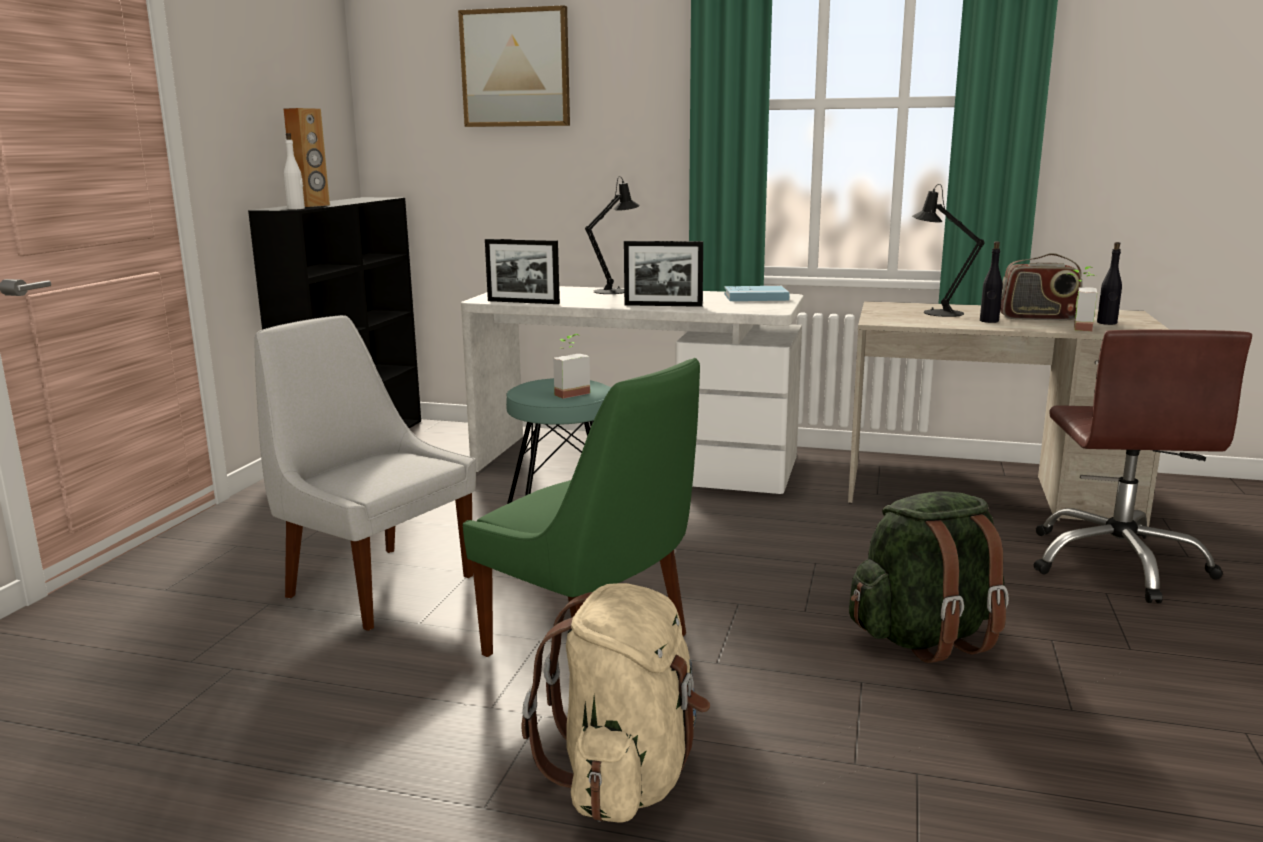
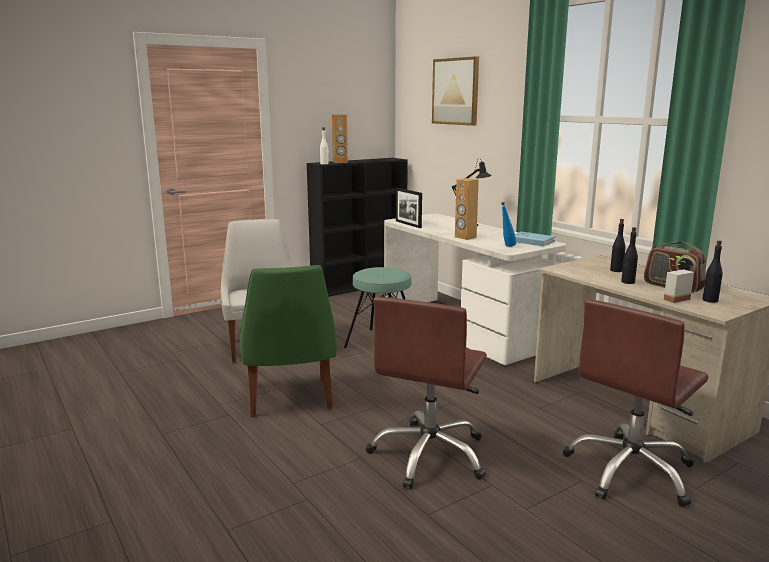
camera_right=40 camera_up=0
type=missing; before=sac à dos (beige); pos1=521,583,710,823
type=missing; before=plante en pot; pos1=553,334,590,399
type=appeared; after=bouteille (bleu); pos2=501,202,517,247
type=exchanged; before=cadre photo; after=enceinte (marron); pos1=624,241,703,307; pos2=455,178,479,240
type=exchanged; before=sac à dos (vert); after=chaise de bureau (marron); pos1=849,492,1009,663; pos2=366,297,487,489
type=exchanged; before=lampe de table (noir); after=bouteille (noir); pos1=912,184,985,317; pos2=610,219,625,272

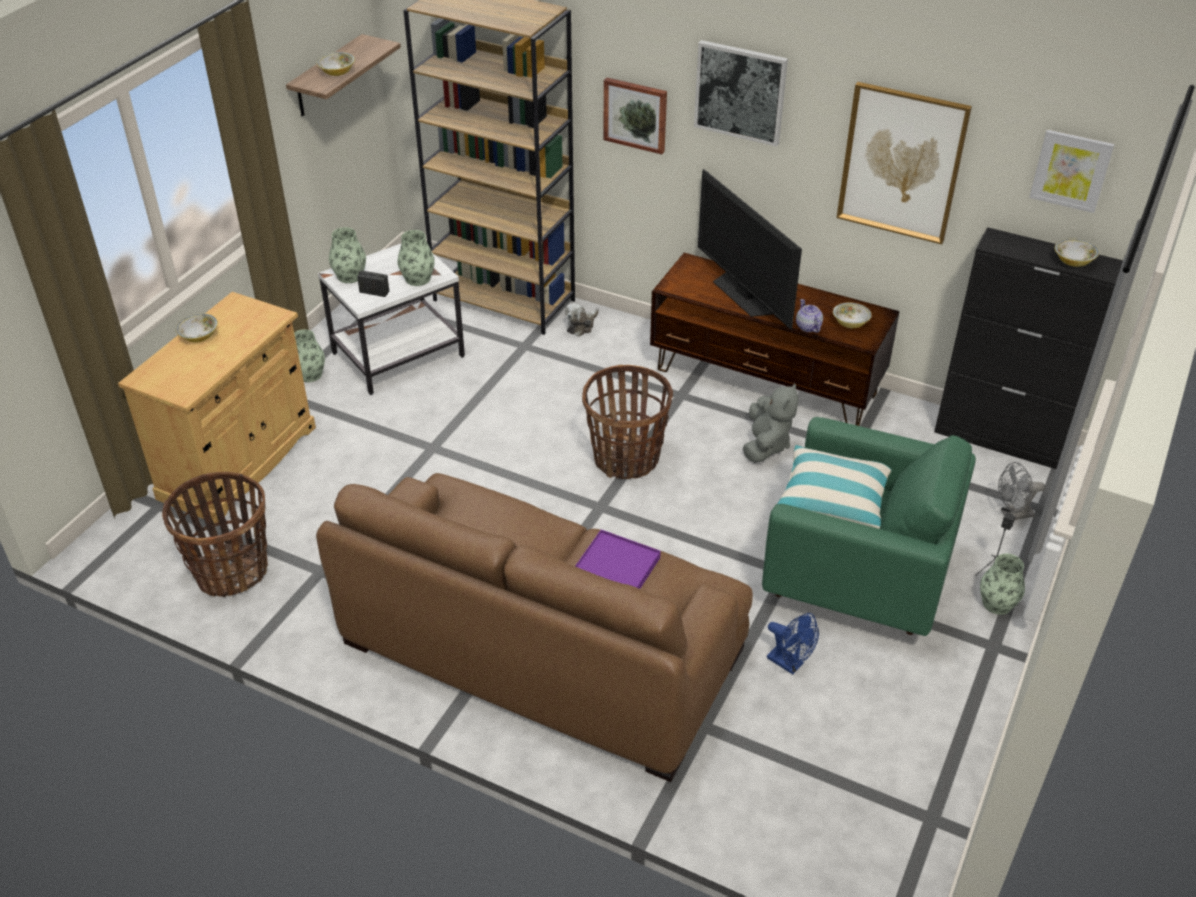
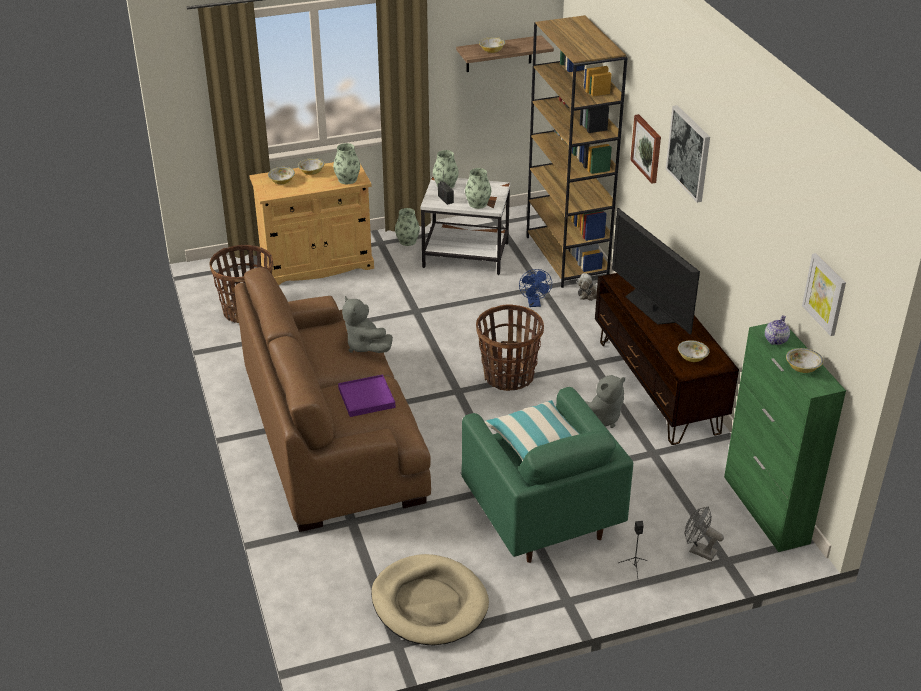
camera_right=45 camera_up=-5
type=missing; before=tableau; pos1=837,82,972,244
type=appeared; after=bol; pos2=268,167,295,184
type=appeared; after=peluche (gris); pos2=342,296,393,353
type=appeared; after=panier pour chien (beige); pos2=371,554,489,645
type=relocated; before=ventilateur (bleu); pos1=767,613,819,674; pos2=519,269,552,307
type=relocated; before=théière; pos1=796,299,823,333; pos2=765,315,790,345
type=relocated; before=vase; pos1=980,554,1025,615; pos2=333,143,360,184
type=colour; before=meuble de rangement (noir); after=meuble de rangement (vert); pos1=934,227,1123,469; pos2=724,323,846,552
type=spun; before=téléviseur; pos1=698,169,802,330; pos2=612,208,700,335; turn=-45

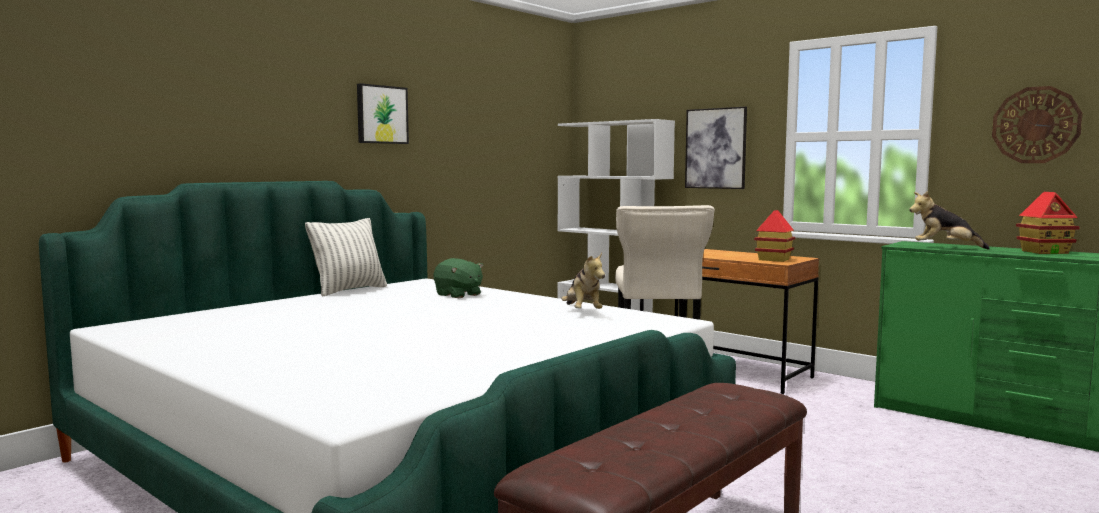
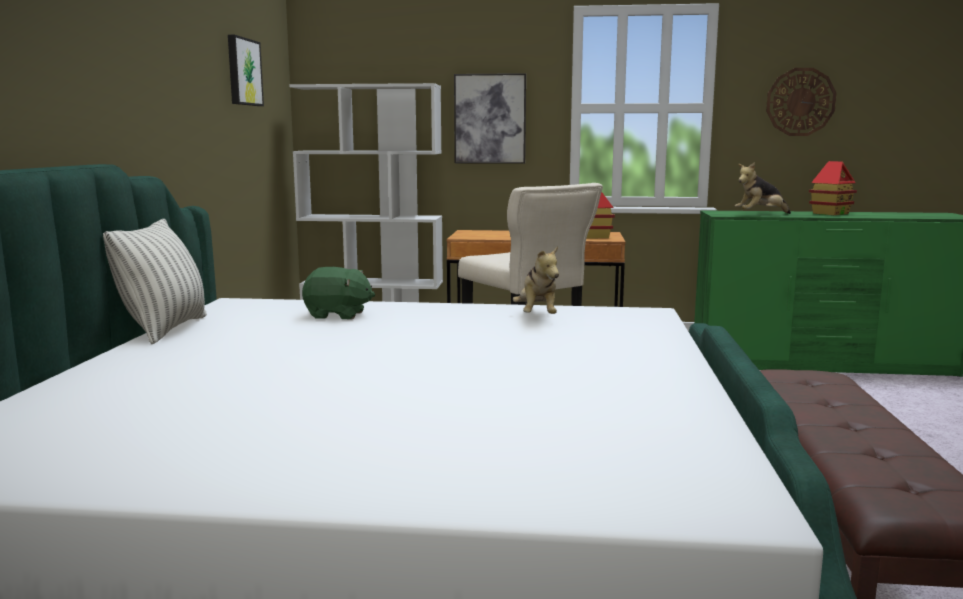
camera_right=-35 camera_up=5
type=relocated; before=tableau; pos1=357,83,409,144; pos2=228,35,264,106
type=spun; before=peluche; pos1=561,253,605,309; pos2=513,247,559,314; turn=45

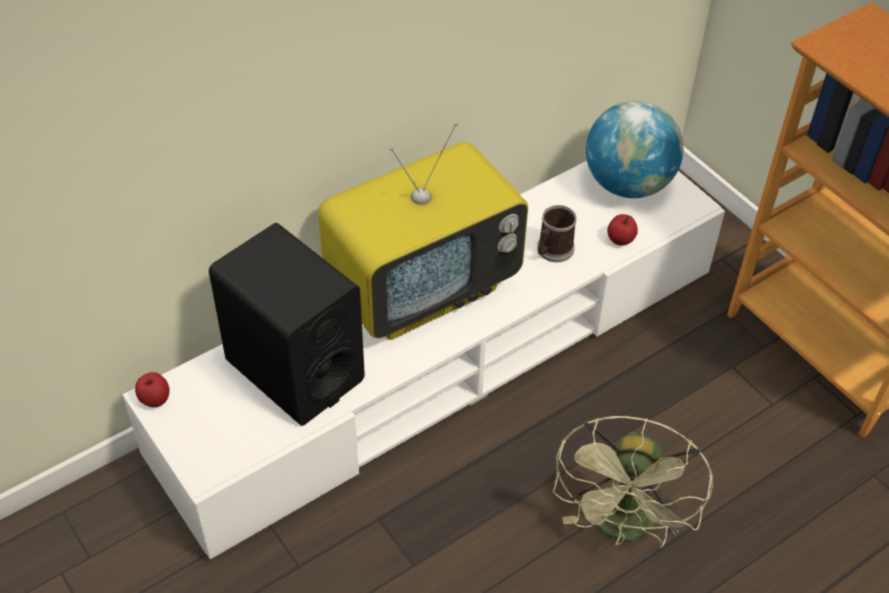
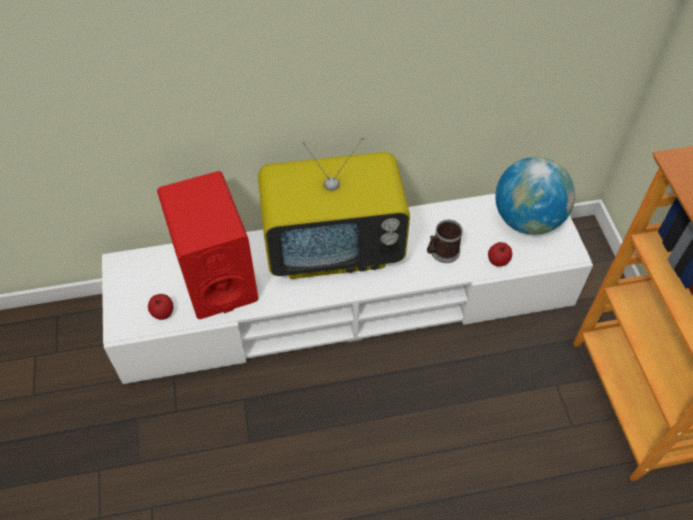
camera_right=25 camera_up=5
type=missing; before=ventilateur (vert); pos1=553,416,713,548
type=relocated; before=pomme; pos1=135,372,170,407; pos2=148,294,173,320
type=colour; before=enceinte (noir); after=enceinte (rouge); pos1=209,223,365,426; pos2=157,171,258,319

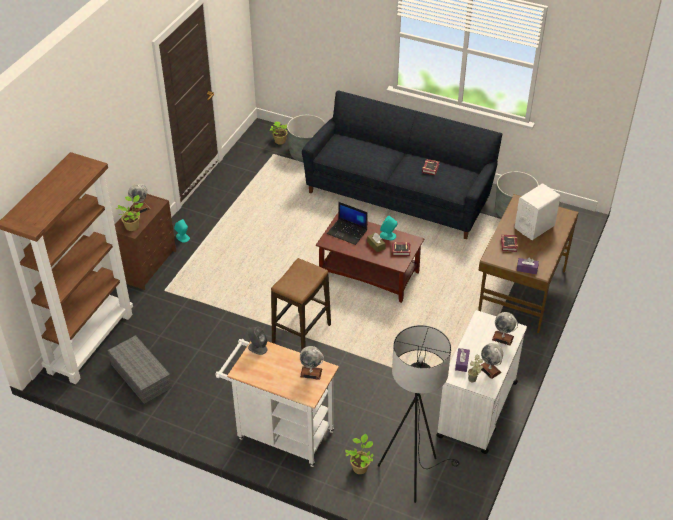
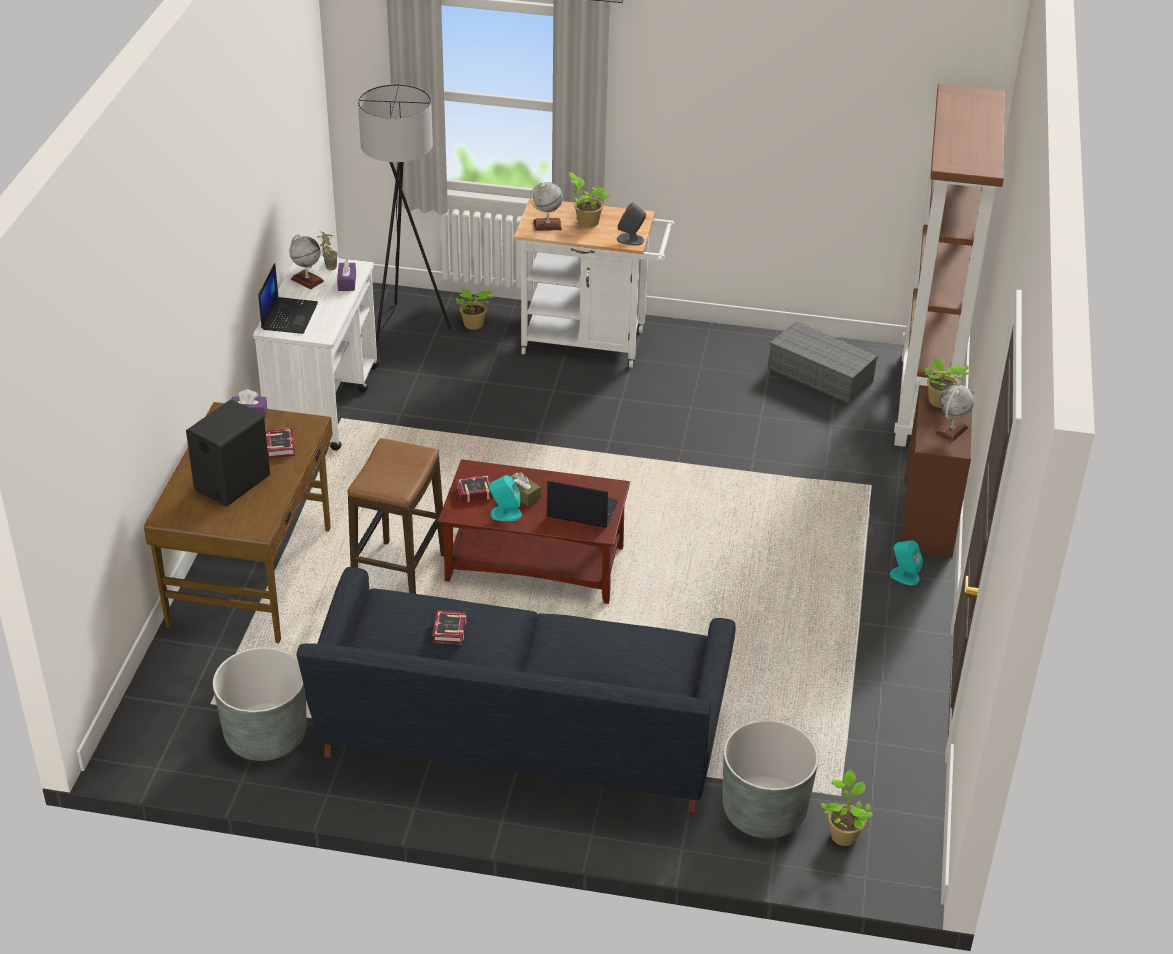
camera_right=165 camera_up=-5
type=appeared; after=plante en pot; pos2=569,172,610,228
type=relocated; before=tabouret; pos1=271,258,331,350; pos2=347,438,444,594
type=exchanged; before=globe; after=ordinateur portable; pos1=492,312,518,346; pos2=258,263,318,334
type=colour; before=enceinte (blanc); after=enceinte (noir); pos1=515,183,561,240; pos2=186,399,270,507

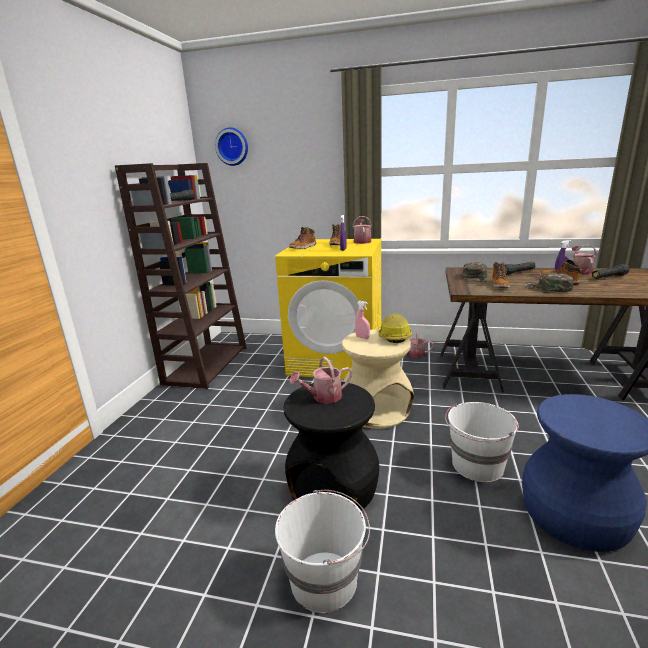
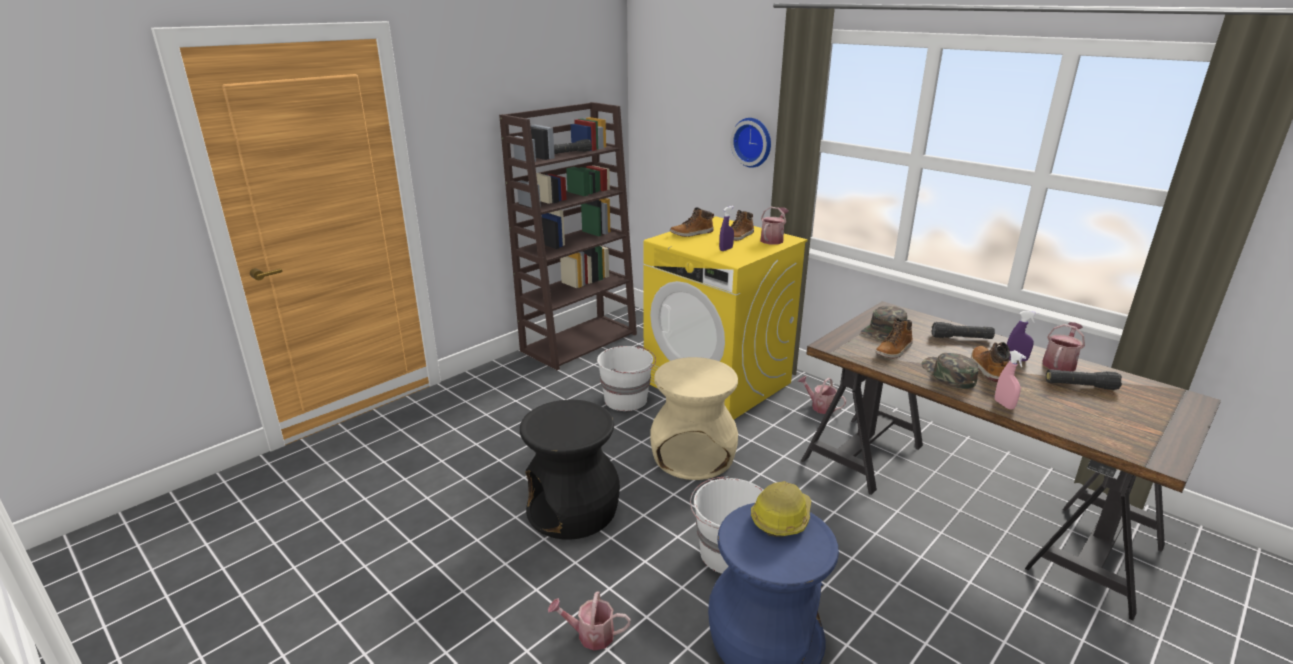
camera_right=30 camera_up=5
type=relocated; before=horloge murale; pos1=215,127,248,166; pos2=730,118,771,168
type=relocated; before=seau (blanc); pos1=275,490,370,613; pos2=597,345,656,411
type=relocated; before=arrosoir; pos1=290,357,352,404; pos2=548,591,631,651
type=relocated; before=vaporisateur (rose); pos1=355,301,370,339; pos2=995,350,1026,410
type=relocated; before=casque de chantier; pos1=378,313,412,343; pos2=751,481,811,537

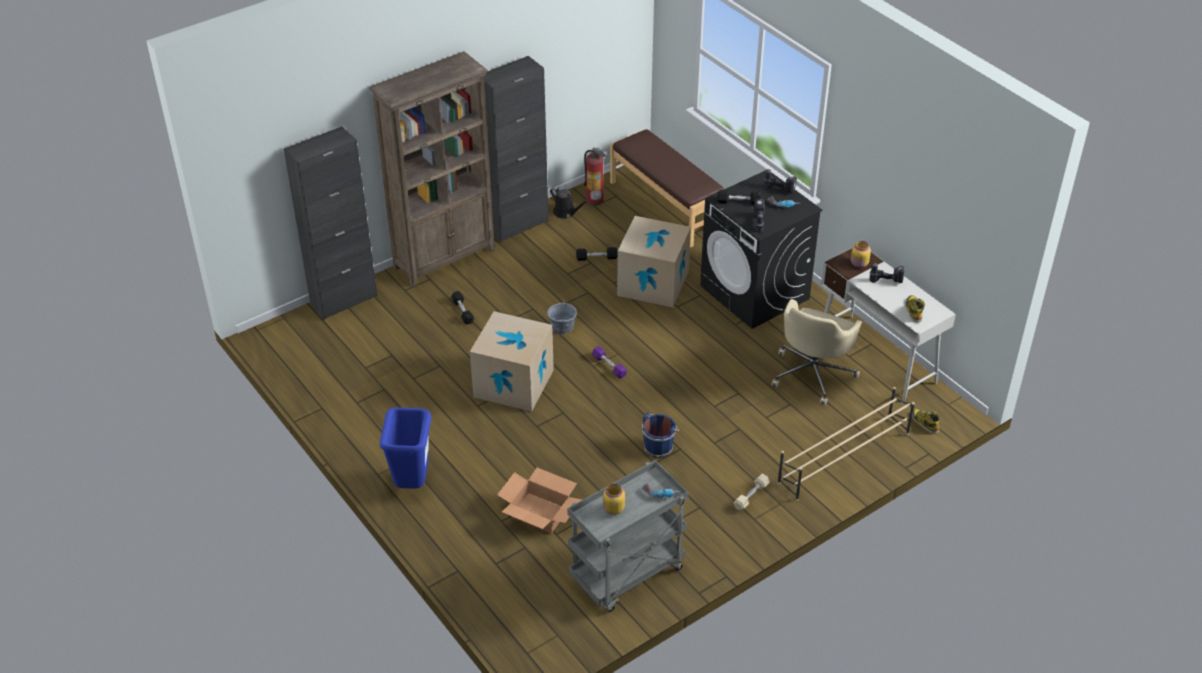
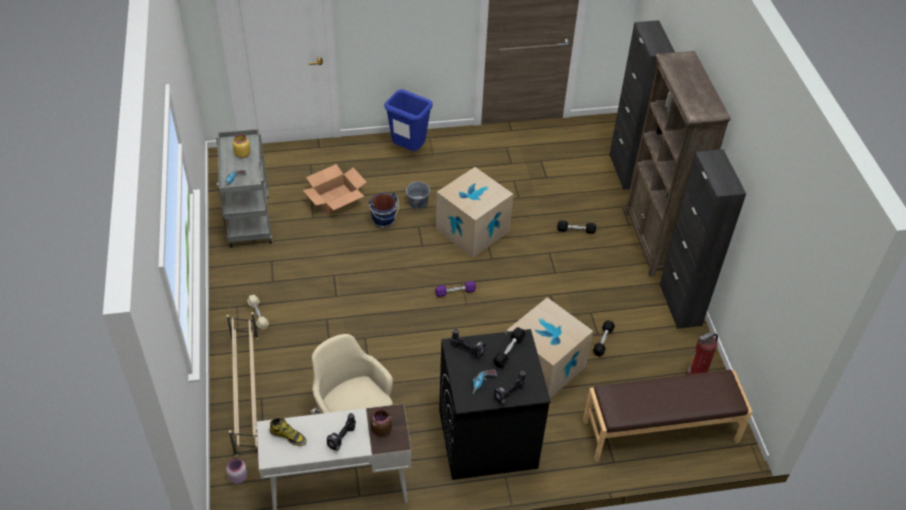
camera_right=115 camera_up=5
type=missing; before=arrosoir (noir); pos1=550,187,589,219
type=relocated; before=seau (gris); pos1=547,298,577,334; pos2=406,181,430,209
type=relocated; before=seau (bleu); pos1=642,412,679,458; pos2=369,193,399,228
type=exchanged; before=botte; after=bocal (rose); pos1=912,408,940,434; pos2=226,458,247,484
type=colour; before=bocal (jaune); after=bocal (marron); pos1=851,241,871,268; pos2=371,409,392,437

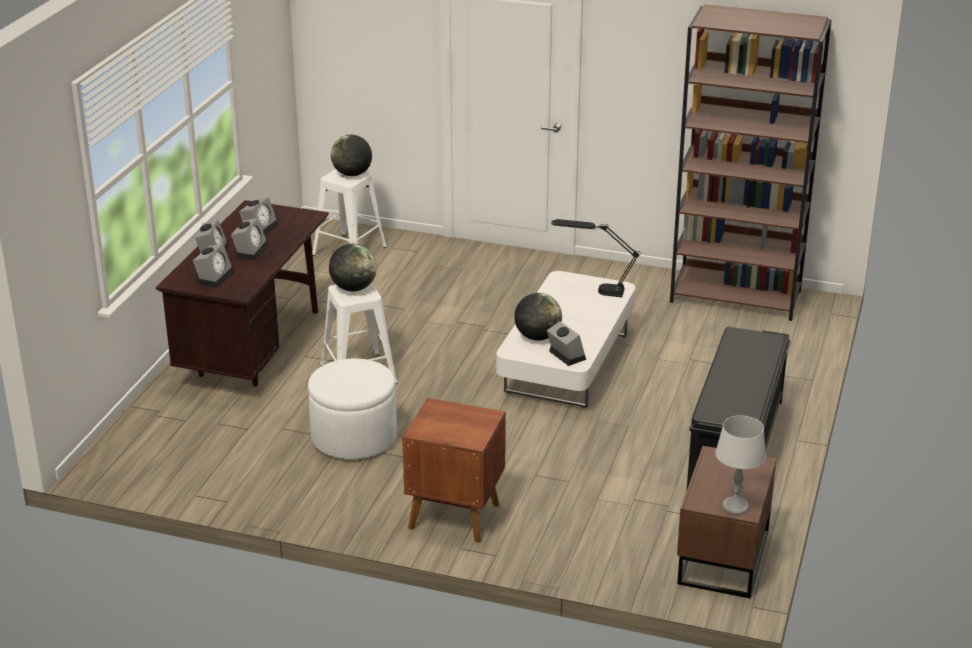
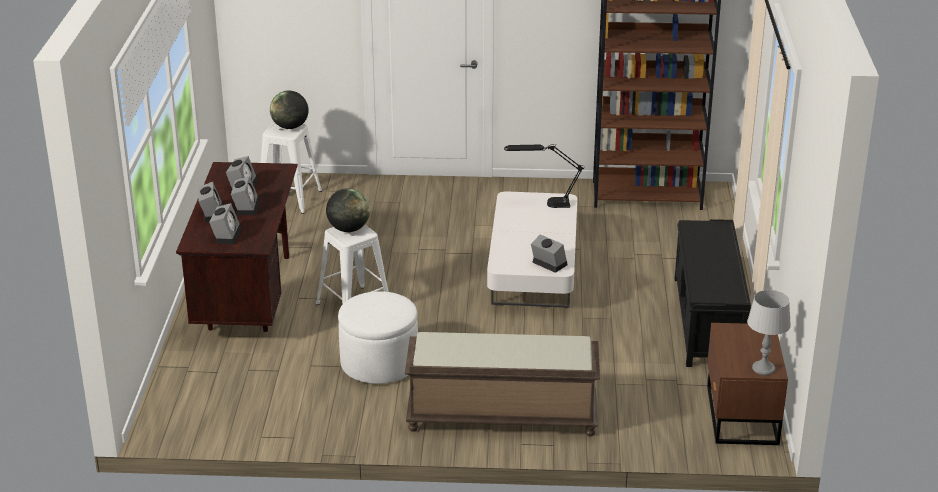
camera_right=-15 camera_up=0
type=missing; before=globe; pos1=514,293,562,341
type=exchanged; before=table de chevet (marron); after=banc (marron); pos1=402,398,506,543; pos2=405,332,600,436

